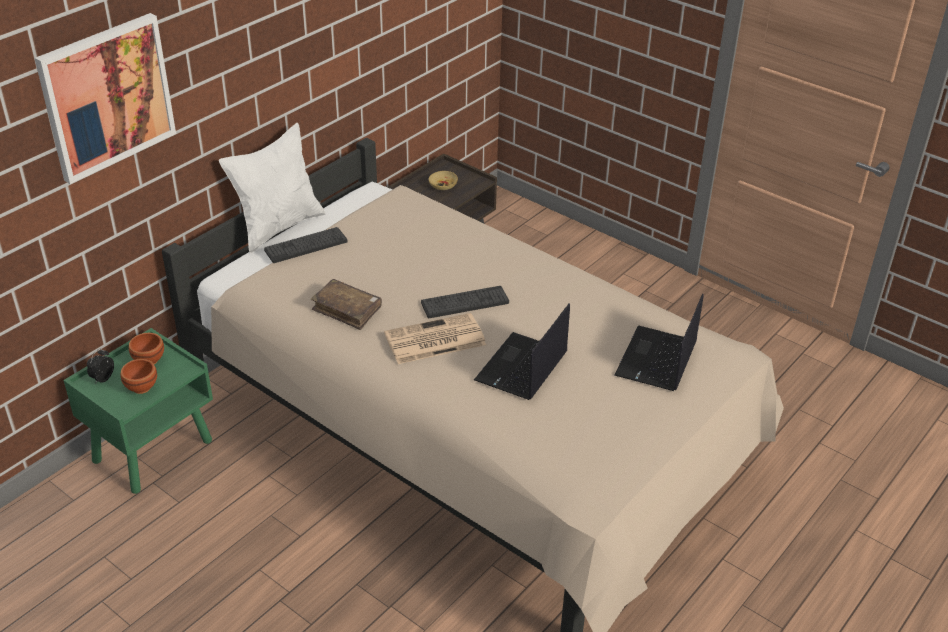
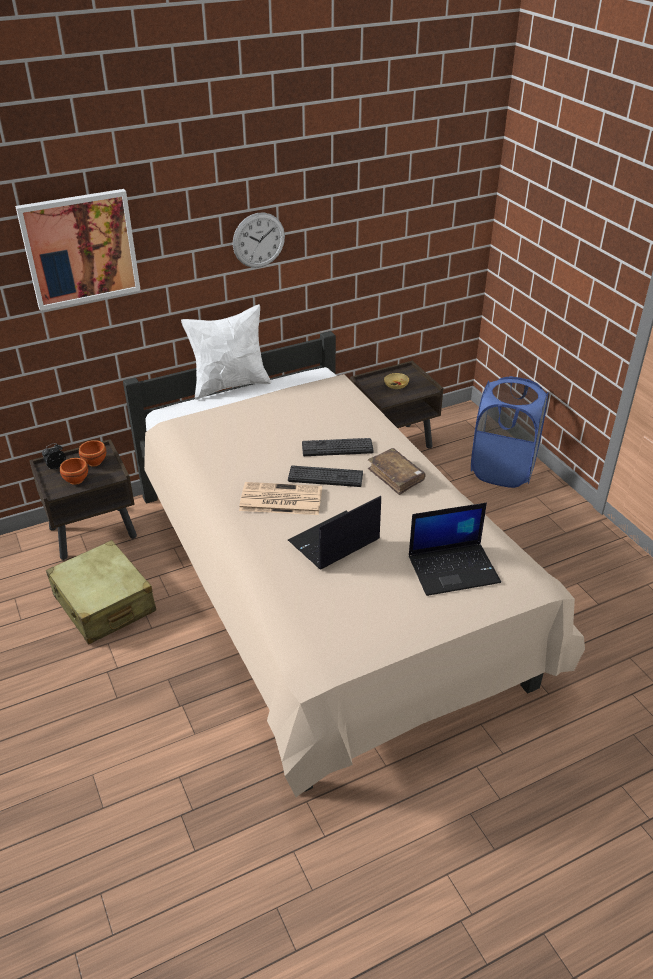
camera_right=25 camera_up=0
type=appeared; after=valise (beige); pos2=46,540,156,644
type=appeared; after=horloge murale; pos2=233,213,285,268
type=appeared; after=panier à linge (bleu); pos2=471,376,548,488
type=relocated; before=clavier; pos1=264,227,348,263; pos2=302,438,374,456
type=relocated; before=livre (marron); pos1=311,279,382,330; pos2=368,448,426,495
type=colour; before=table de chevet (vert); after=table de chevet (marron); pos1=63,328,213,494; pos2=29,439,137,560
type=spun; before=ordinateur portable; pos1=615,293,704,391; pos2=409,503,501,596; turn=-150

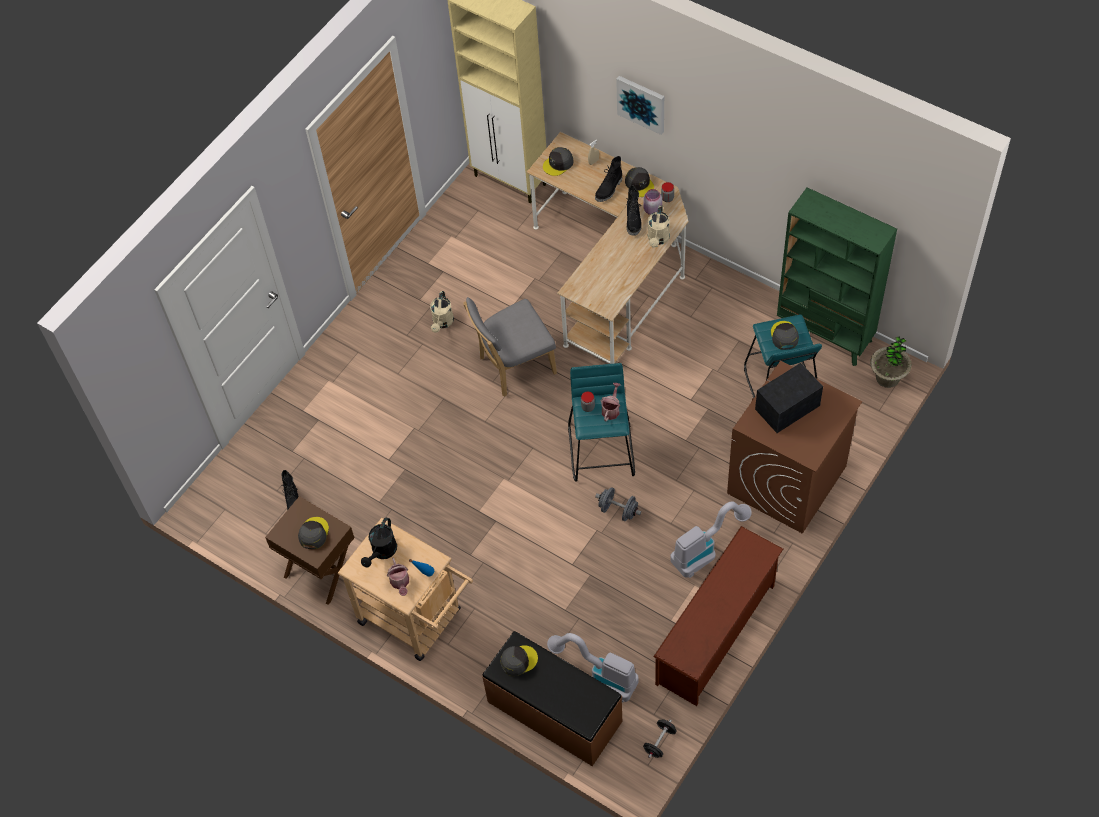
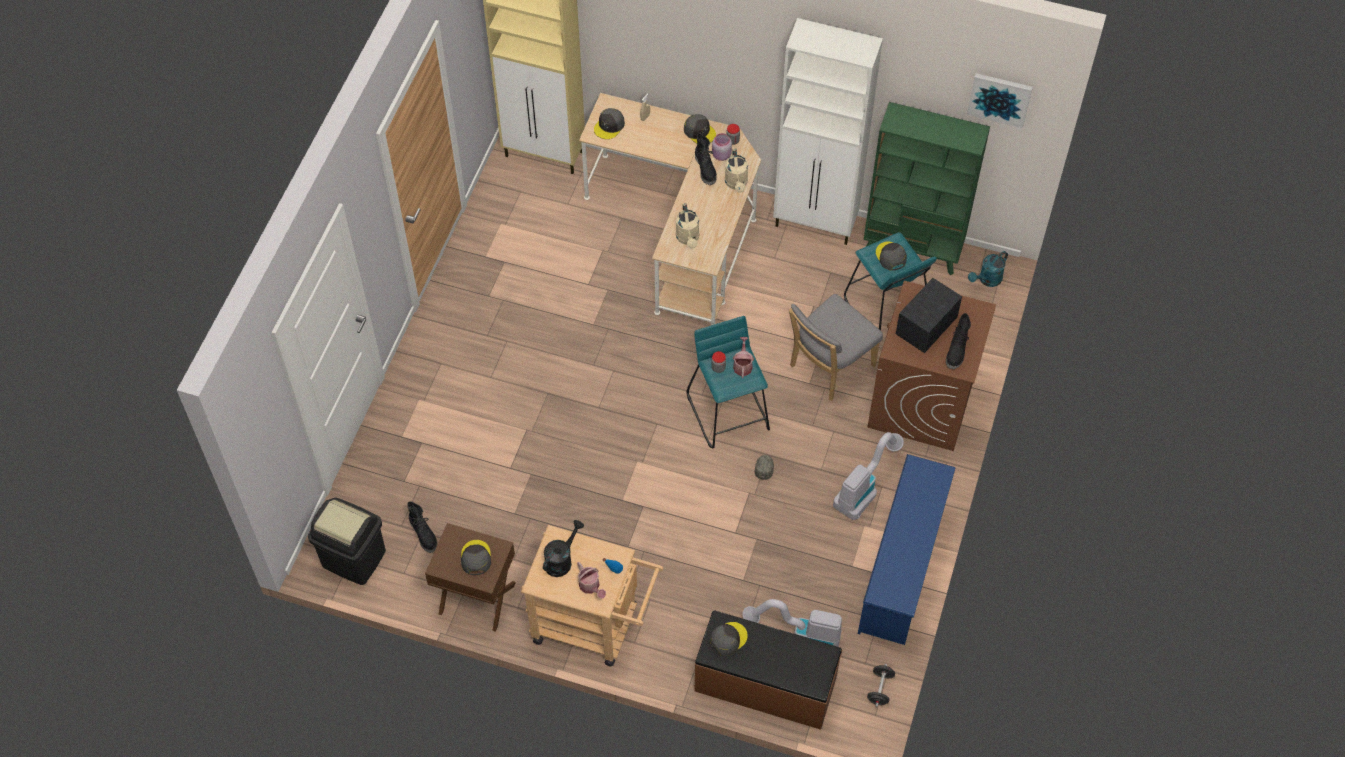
camera_right=-20 camera_up=0
type=appeared; after=poubelle (noir); pos2=308,497,386,585
type=appeared; after=meuble de rangement (blanc); pos2=773,18,883,245
type=relocated; before=arrosoir (beige); pos1=430,291,454,333; pos2=676,203,699,249
type=relocated; before=chaise (gris); pos1=463,297,557,397; pos2=789,294,883,401
type=relocated; before=botte (noir); pos1=595,156,622,202; pos2=946,313,971,369
type=relocated; before=tableau; pos1=616,76,664,135; pos2=967,73,1033,128
type=exchanged; before=haltère (gris); after=casquette (gris); pos1=595,487,641,521; pos2=755,455,774,480
type=exchanged; before=plante en pot; after=arrosoir (turquoise); pos1=870,336,912,388; pos2=968,251,1008,287
type=colour; before=étagère à chaussures (marron); after=étagère à chaussures (bleu); pos1=653,526,783,706; pos2=858,454,956,645
type=spun; before=arrosoir (noir); pos1=361,517,397,567; pos2=543,520,584,577; turn=-150

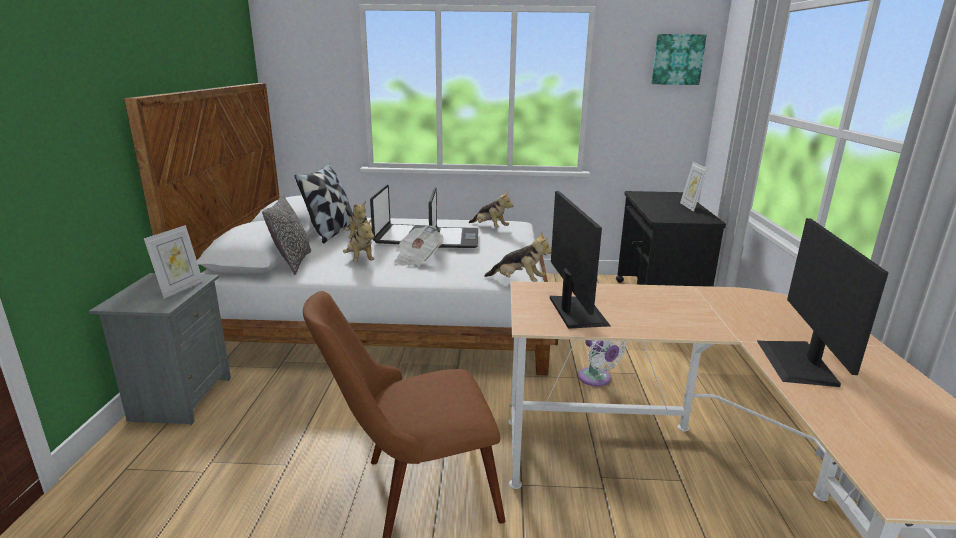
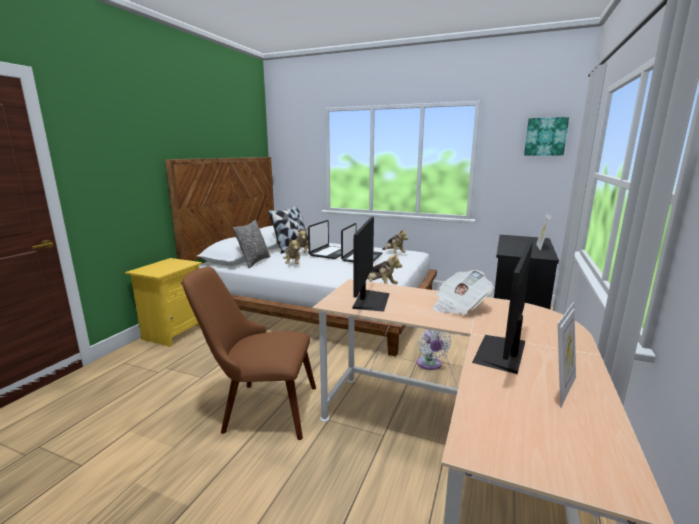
camera_right=20 camera_up=-5
type=relocated; before=cadre photo; pos1=144,225,203,299; pos2=558,302,576,407
type=relocated; before=journal; pos1=394,226,443,266; pos2=432,270,493,315
type=colour; before=table de chevet (gris); after=table de chevet (jaune); pos1=89,273,231,425; pos2=125,258,202,347

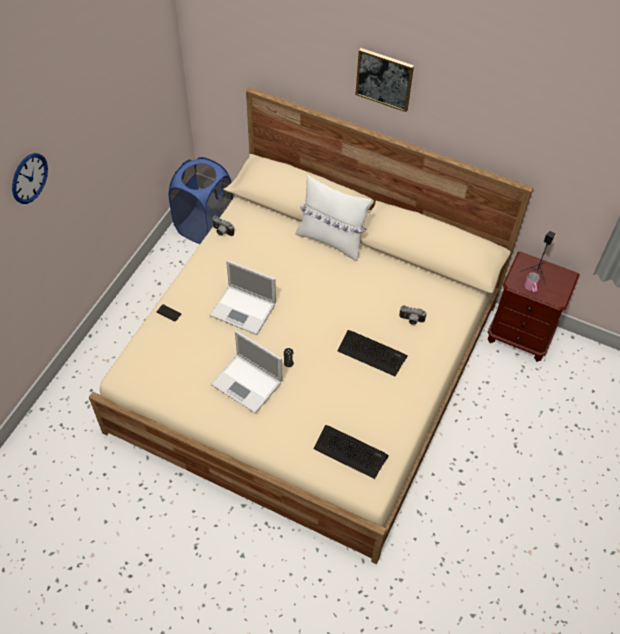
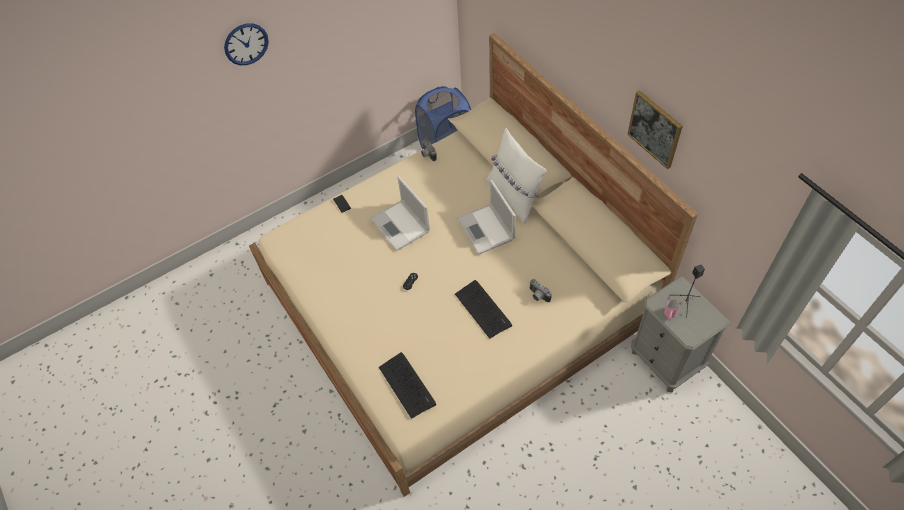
camera_right=35 camera_up=0
type=relocated; before=ordinateur portable; pos1=211,330,282,414; pos2=457,180,516,255
type=relocated; before=tableau; pos1=355,48,414,112; pos2=627,90,683,169
type=colour; before=table de chevet (marron); after=table de chevet (gris); pos1=488,251,580,362; pos2=631,276,730,392

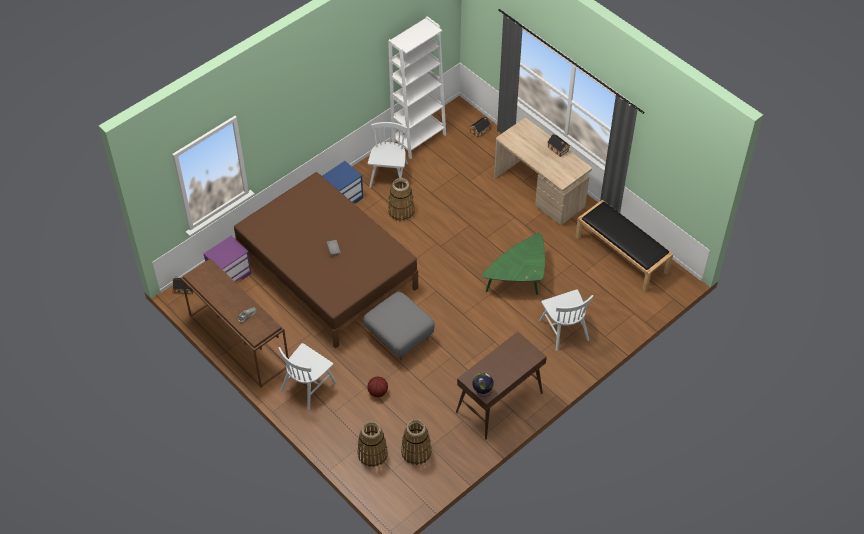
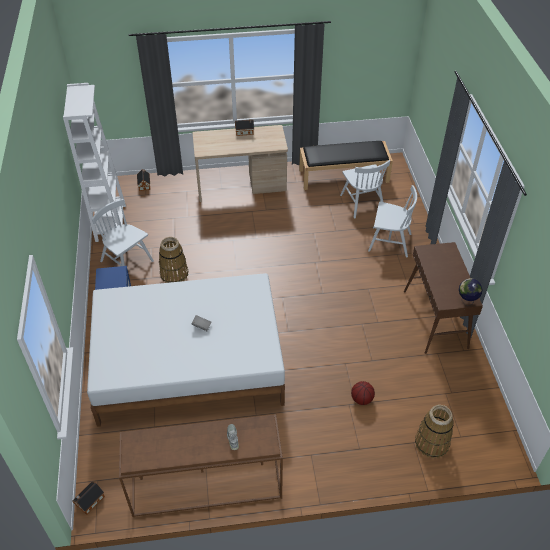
camera_right=-55 camera_up=-5
type=missing; before=table de chevet (violet); pos1=204,236,252,282
type=missing; before=pouf (gris); pos1=363,292,435,362
type=missing; before=panier; pos1=401,419,432,465
type=missing; before=table basse (vert); pos1=482,233,545,295
type=relocated; before=chaise (blanc); pos1=279,343,336,410; pos2=340,160,390,218
type=colour; before=lit (marron); after=lit (blanc); pos1=234,172,418,349; pos2=87,273,285,427

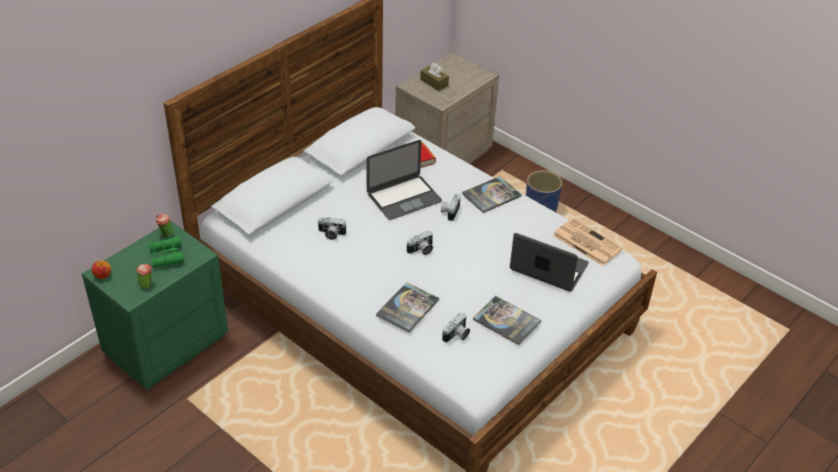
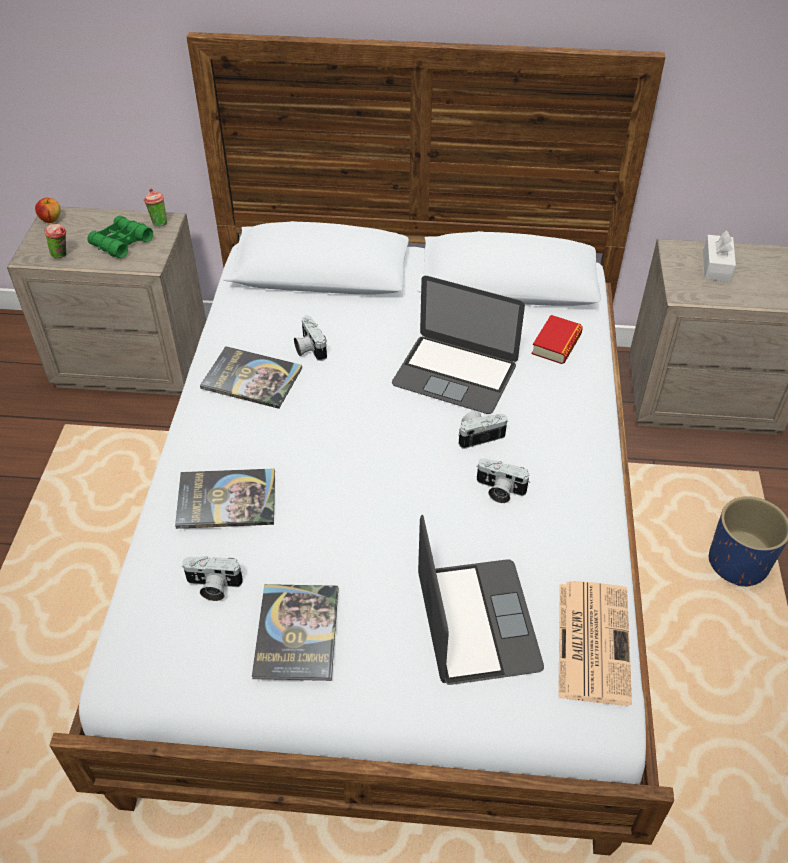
camera_right=55 camera_up=5
type=relocated; before=appareil photo; pos1=406,231,433,255; pos2=476,458,530,503
type=relocated; before=livre; pos1=462,176,522,213; pos2=200,346,302,409
type=colour; before=table de chevet (vert); after=table de chevet (beige); pos1=82,221,228,390; pos2=7,207,206,396
type=colour; before=boîte à mouchoirs (marron); after=boîte à mouchoirs (blanc); pos1=420,63,449,91; pos2=703,231,736,282

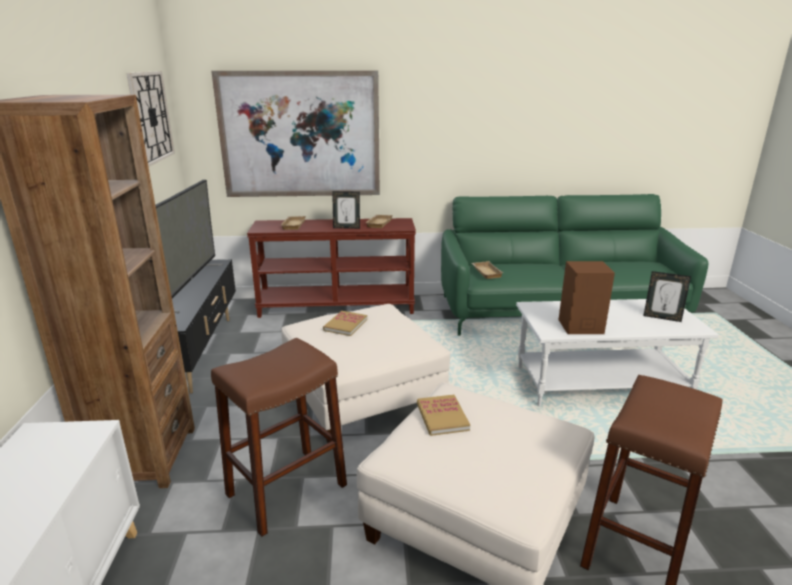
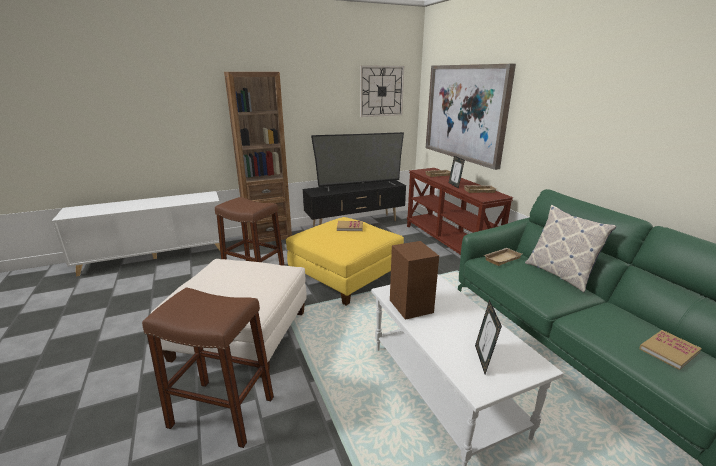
camera_right=70 camera_up=0
type=appeared; after=coussin; pos2=525,205,616,293
type=relocated; before=livre; pos1=417,395,470,436; pos2=639,330,702,370
type=colour; before=pouf (blanc); after=pouf (jaune); pos1=281,304,450,443; pos2=286,217,404,305

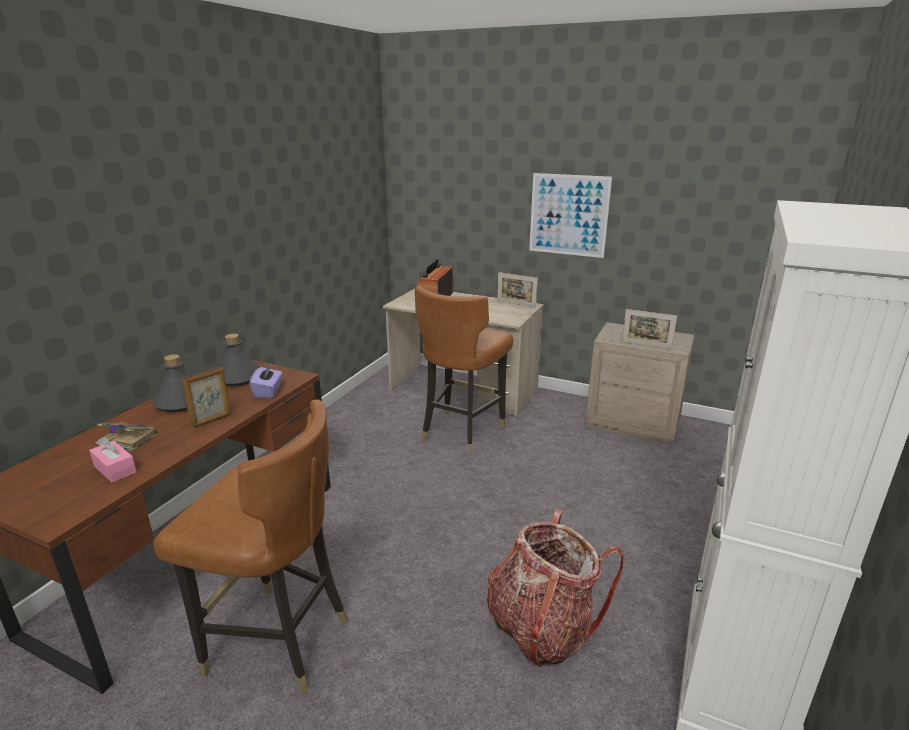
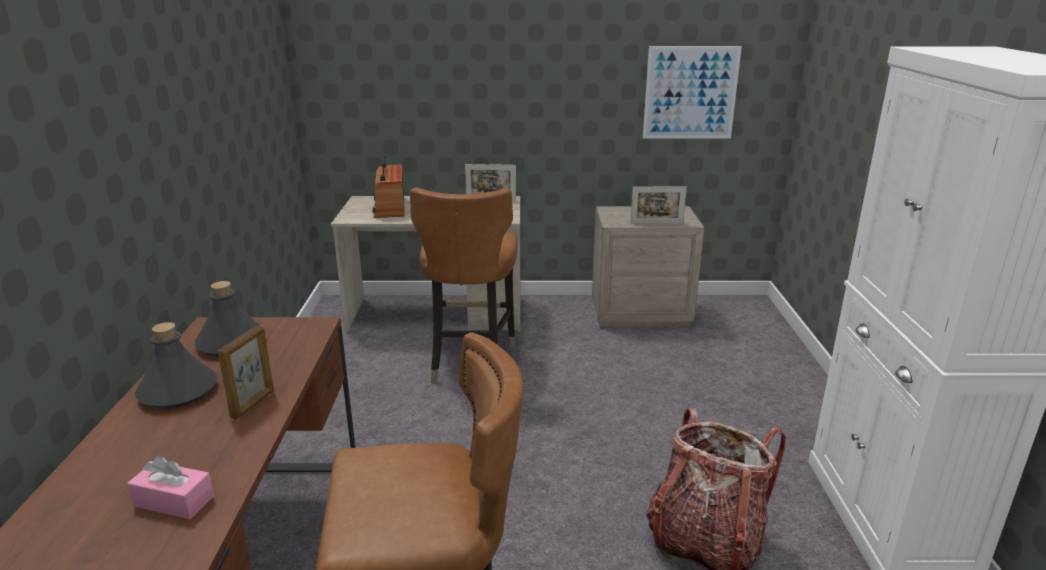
camera_right=-25 camera_up=0
type=missing; before=livre; pos1=97,422,157,451
type=missing; before=boîte à mouchoirs (violet); pos1=249,364,282,398
type=relocated; before=tableau; pos1=529,173,612,258; pos2=643,46,742,139

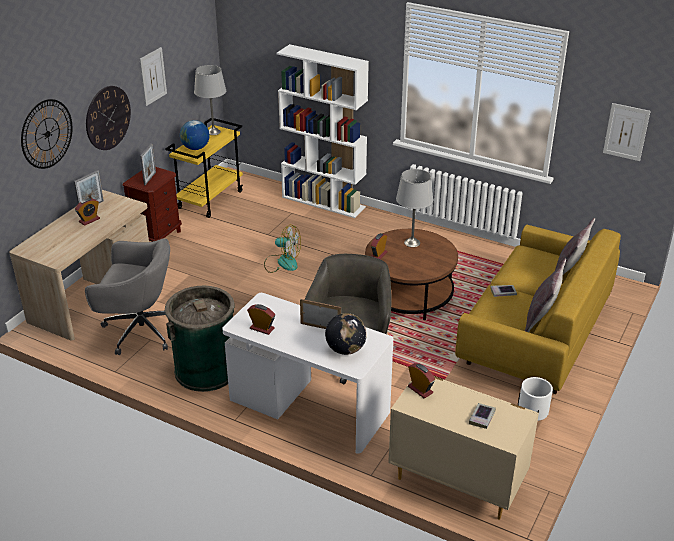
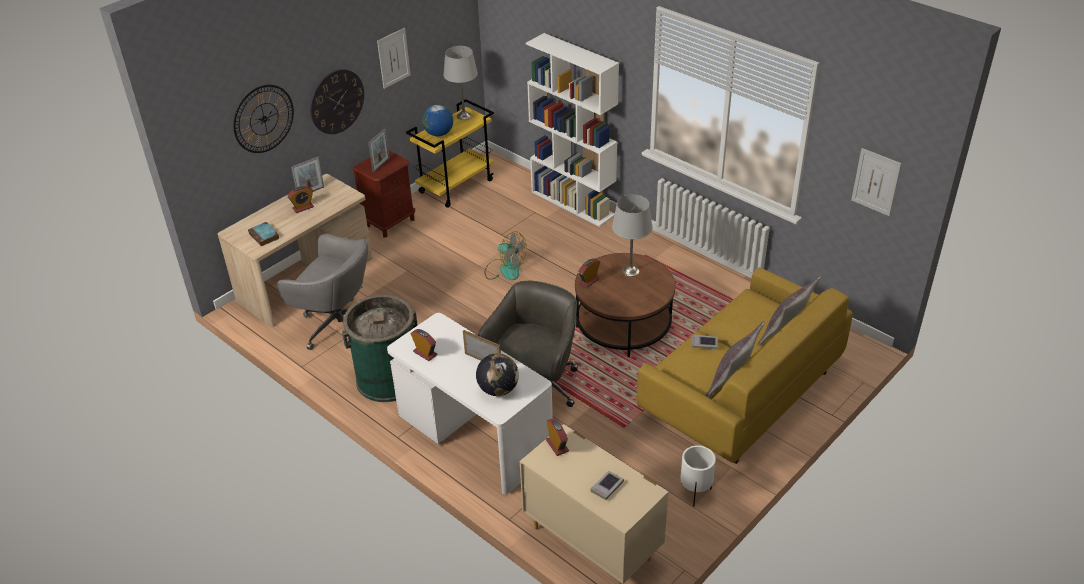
camera_right=15 camera_up=5
type=appeared; after=livre; pos2=248,222,279,247

